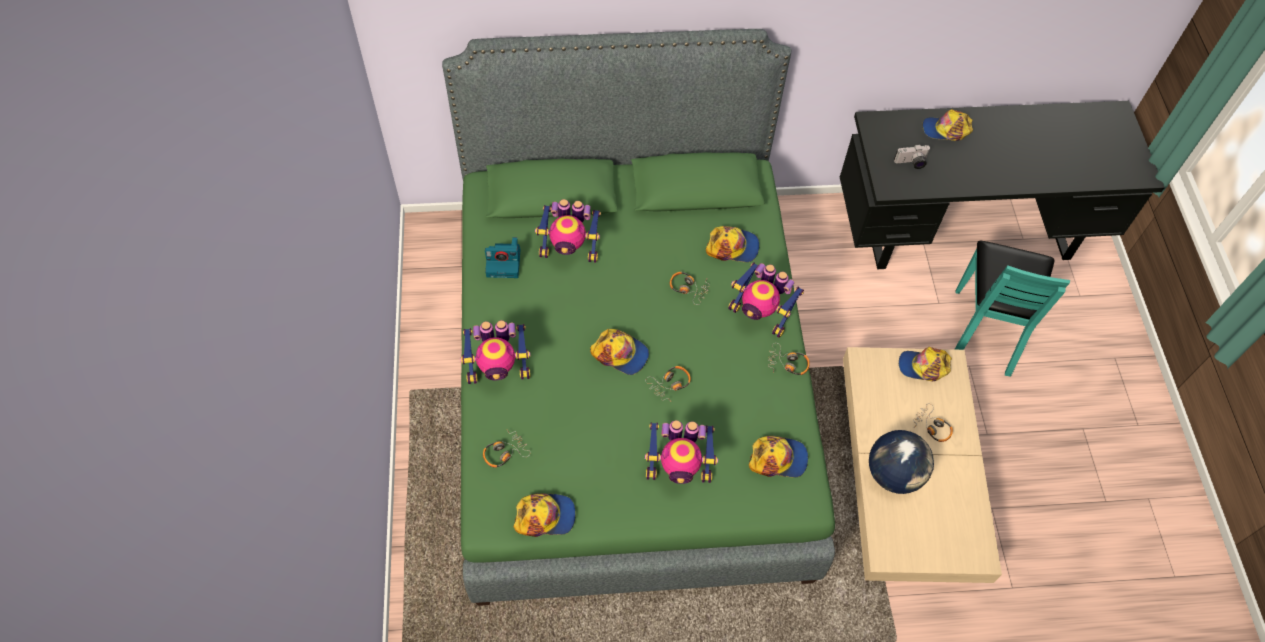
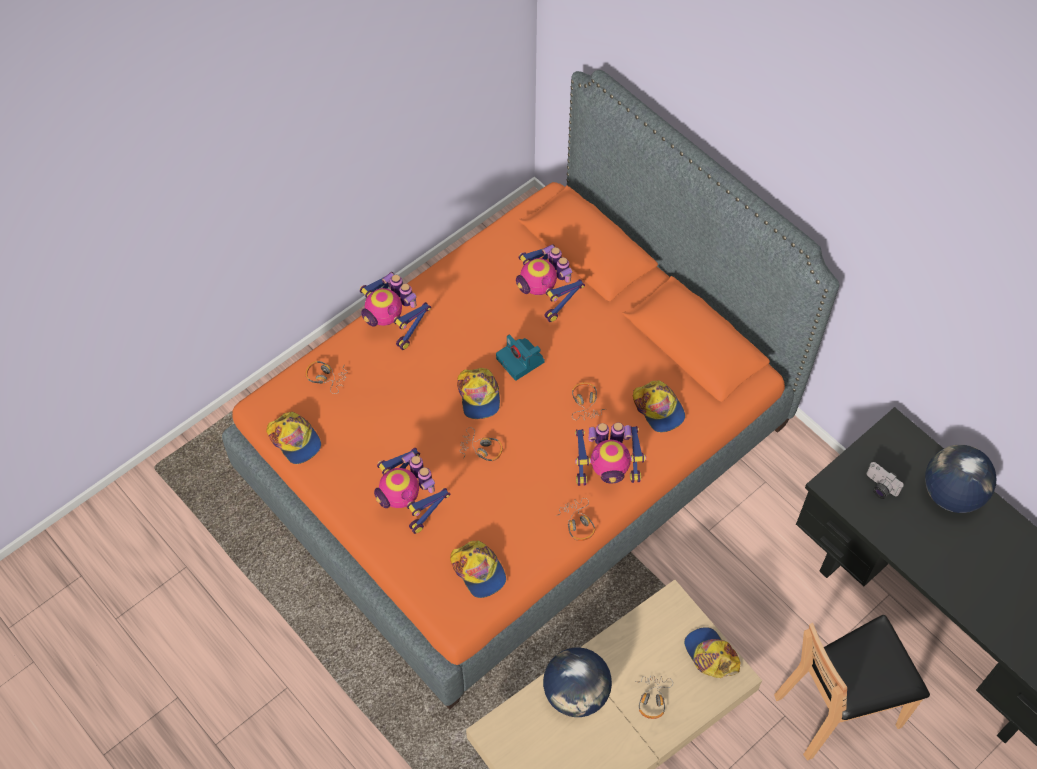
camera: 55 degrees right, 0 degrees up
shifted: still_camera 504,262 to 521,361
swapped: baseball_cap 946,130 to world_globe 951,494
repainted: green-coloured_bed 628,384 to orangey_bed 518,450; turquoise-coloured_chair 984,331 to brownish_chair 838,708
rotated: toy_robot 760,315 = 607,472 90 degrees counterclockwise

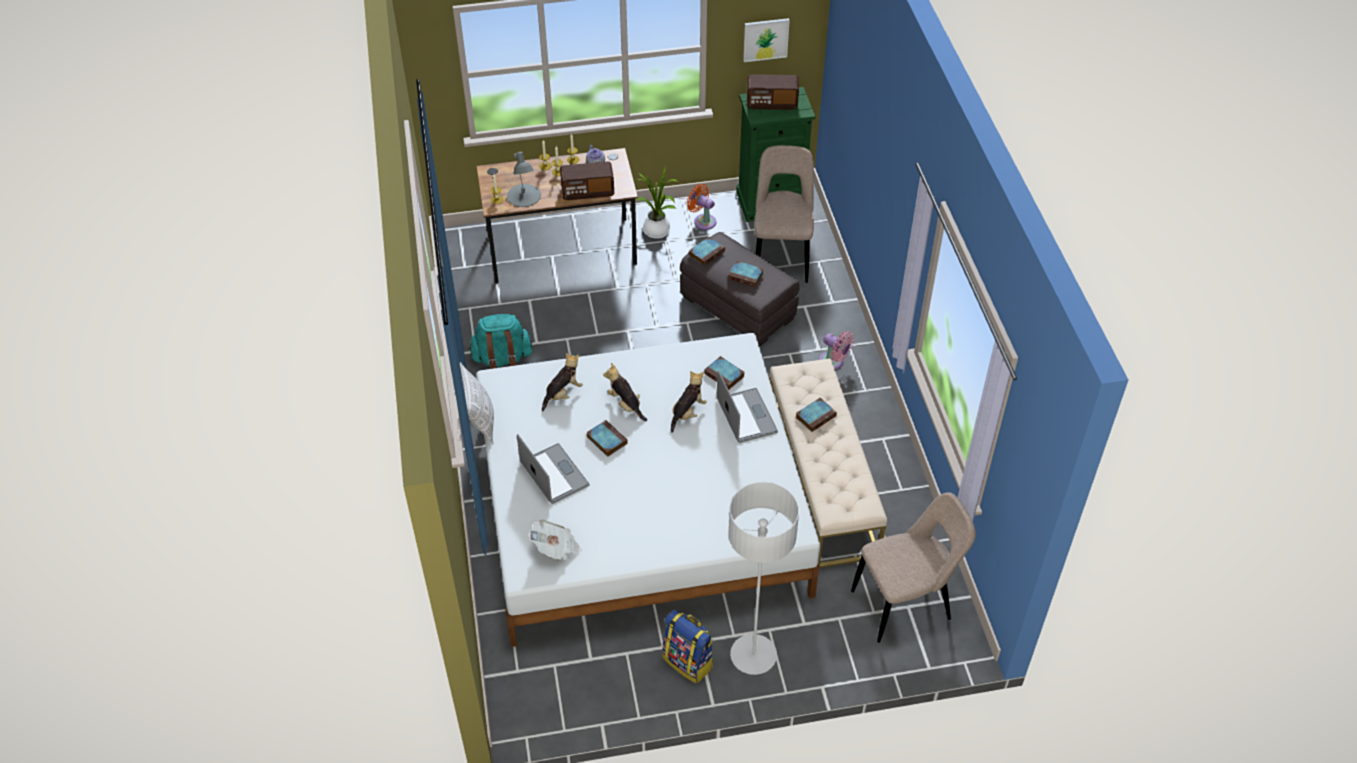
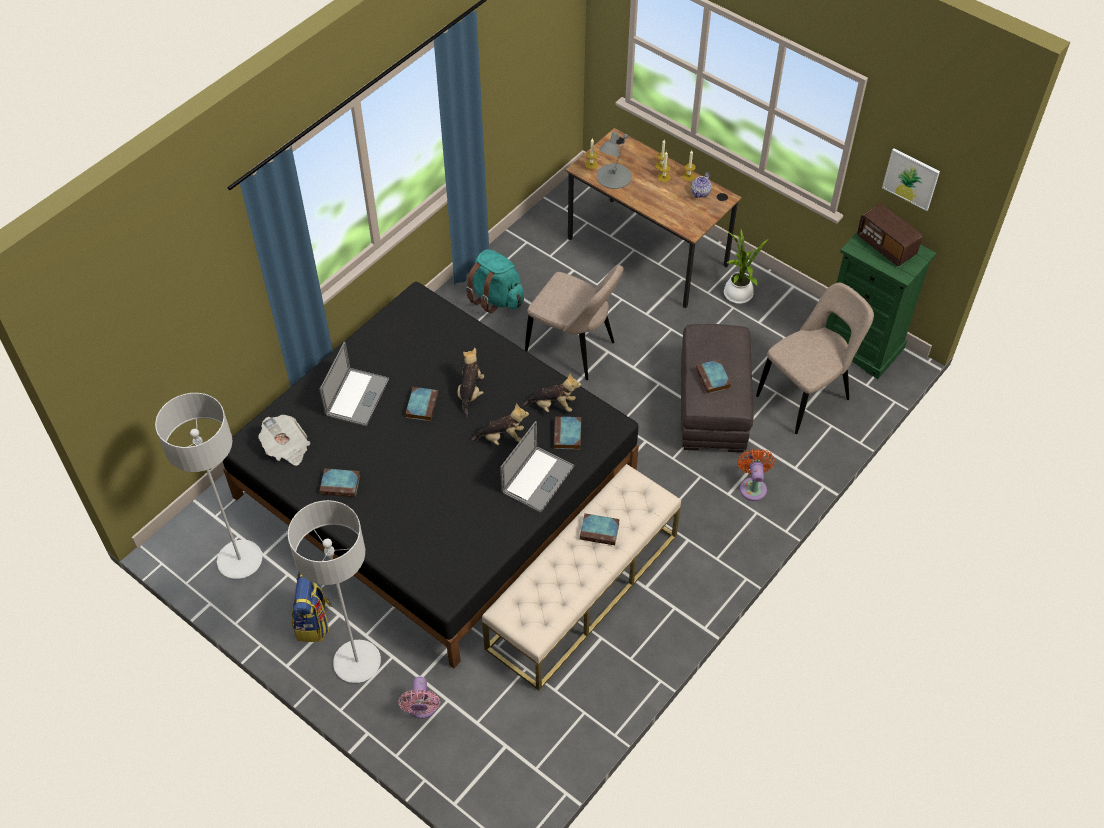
camera: 50 degrees right, 5 degrees up
gone: cushion 480,422; radio_receiver 587,192
new: gray_floor_lamp 240,560
shifted: volume 707,253 to 341,484; pinkish_electric_fan 833,362 to 422,708; plush_toy 563,394 to 553,406; sand-coloured_chair 905,604 to 574,349; orangey_electric_fan 703,221 to 753,486
repainted: whitish_bed 641,506 to blackish_bed 436,486

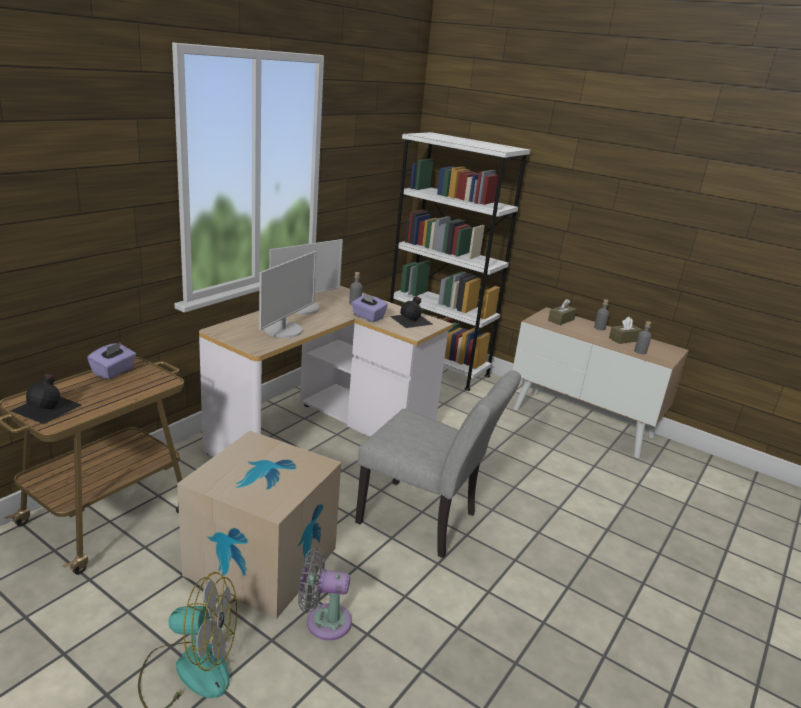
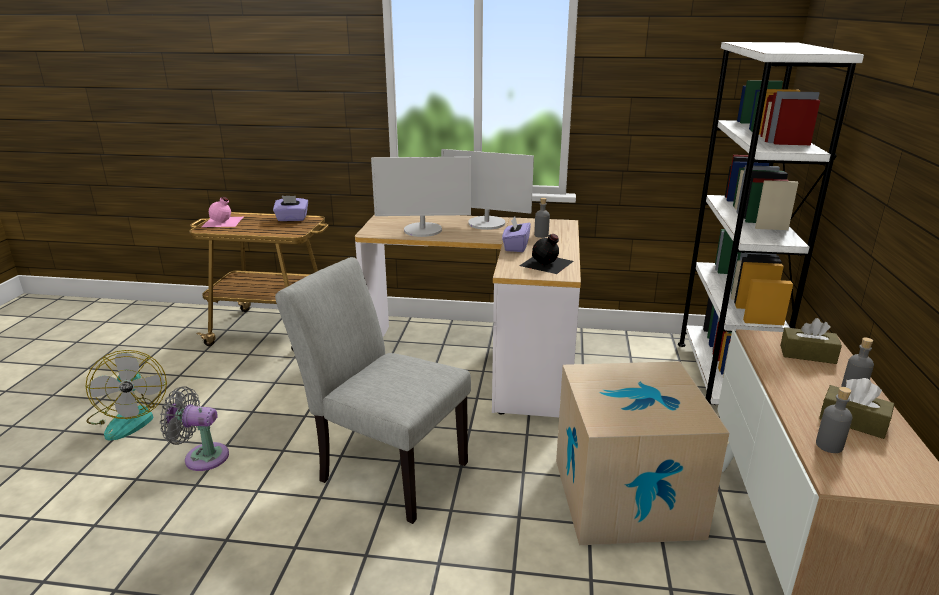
camera: 65 degrees right, 0 degrees up
shifted: packing_box 261,561 to 626,497
repainted: blackish_bottle 48,407 to pinkish_bottle 223,221
rotated: gray_electric_fan 323,621 = 202,457 60 degrees counterclockwise; gray_chair 425,521 = 384,468 120 degrees clockwise

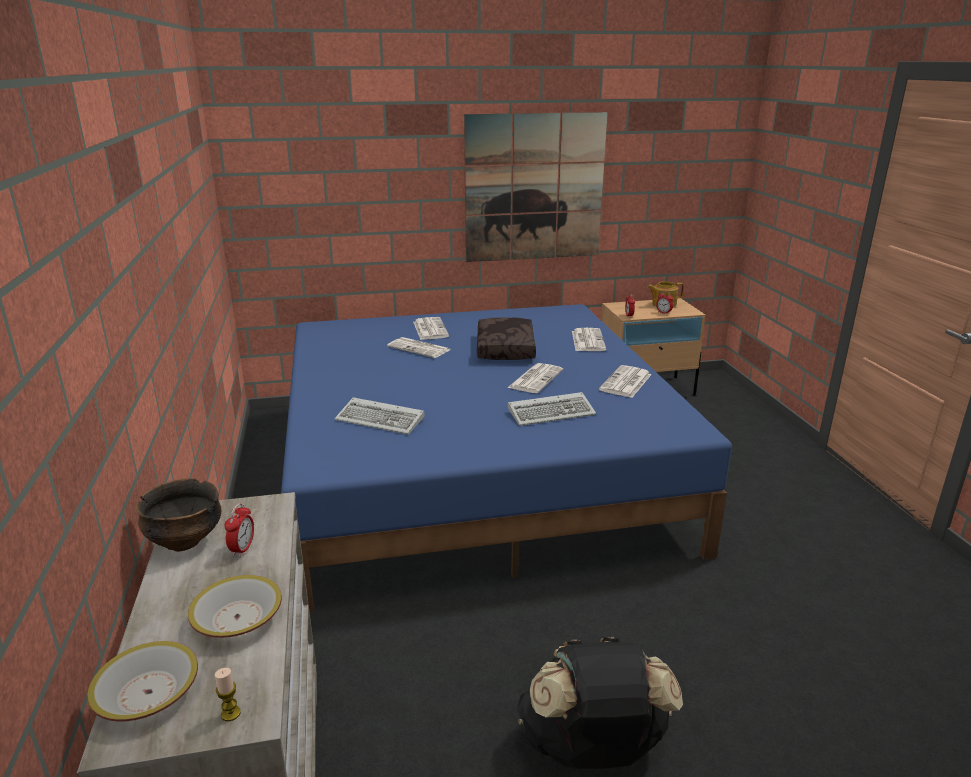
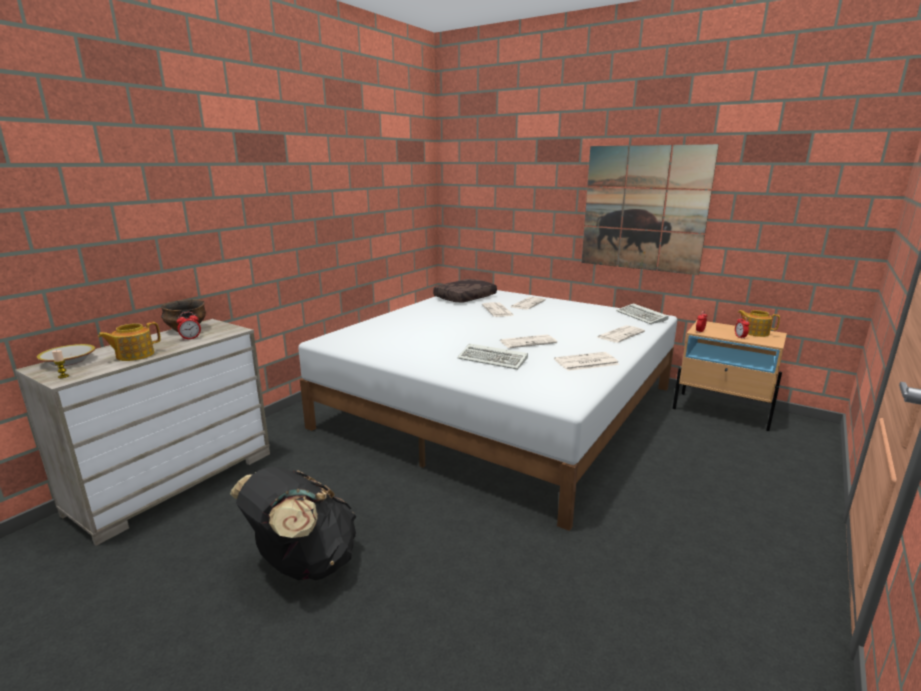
camera: 45 degrees right, 5 degrees down
shifted: brownish_cushion 507,349 to 465,298; keyboard 382,420 to 642,316
swapped: deep_dish 237,618 to teapot 134,355
repainted: blue_bed 476,469 to whitish_bed 501,407

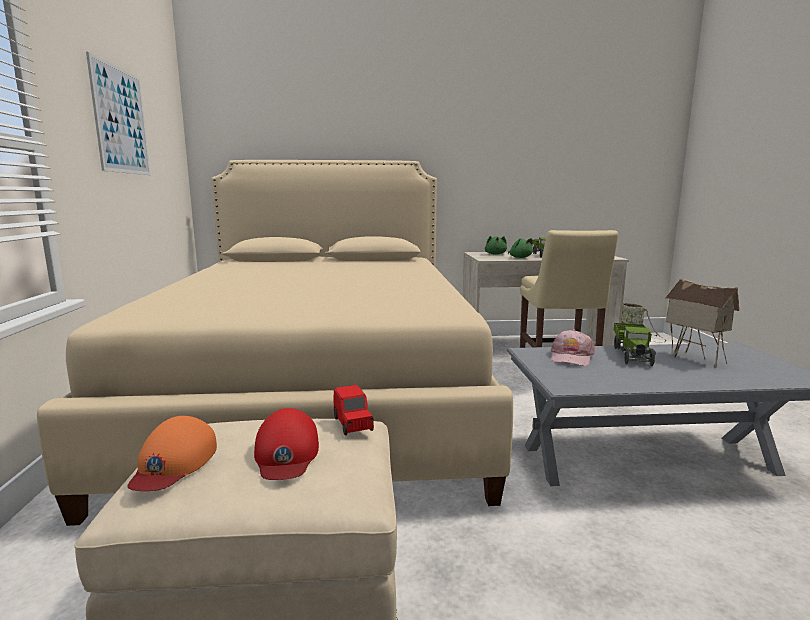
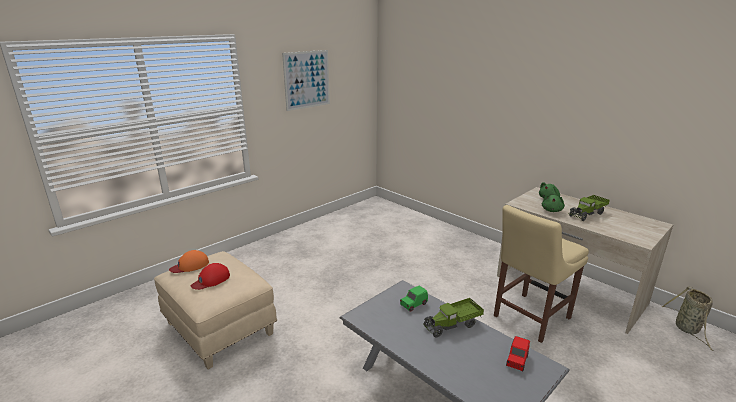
camera: 50 degrees right, 10 degrees up
gone: sand-coloured_bed 319,395; toy_house 693,358
shifted: red_model_car 353,424 to 517,361
swapped: pinkish_baseball_cap 571,357 to green-coloured_model_car 413,304

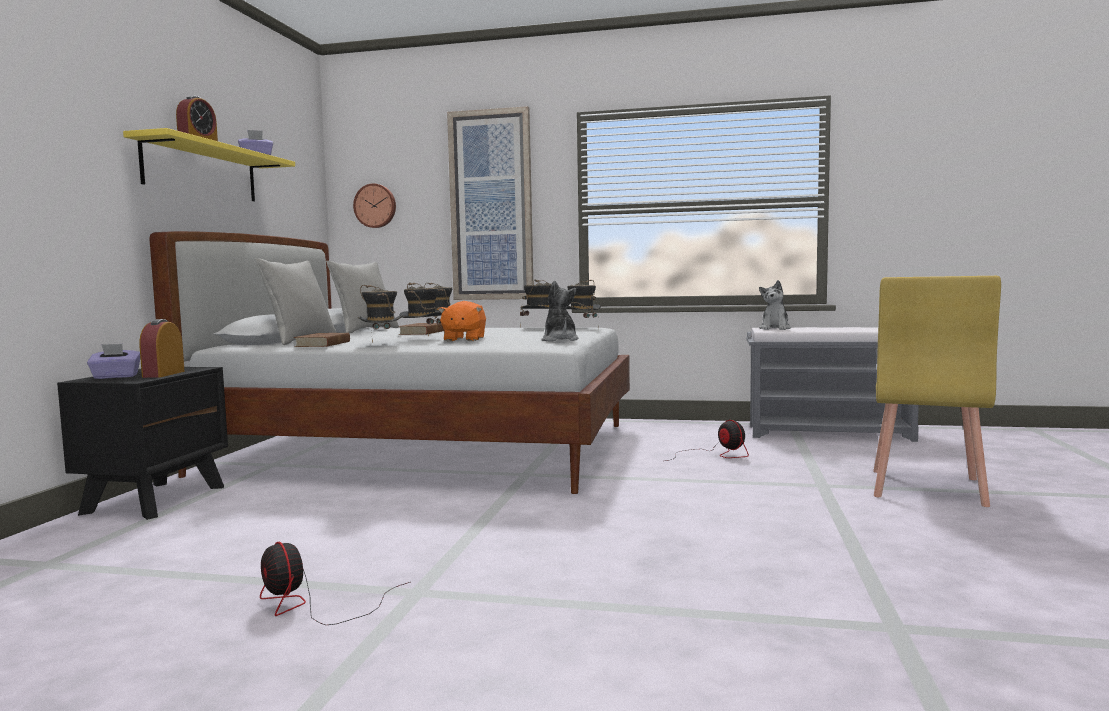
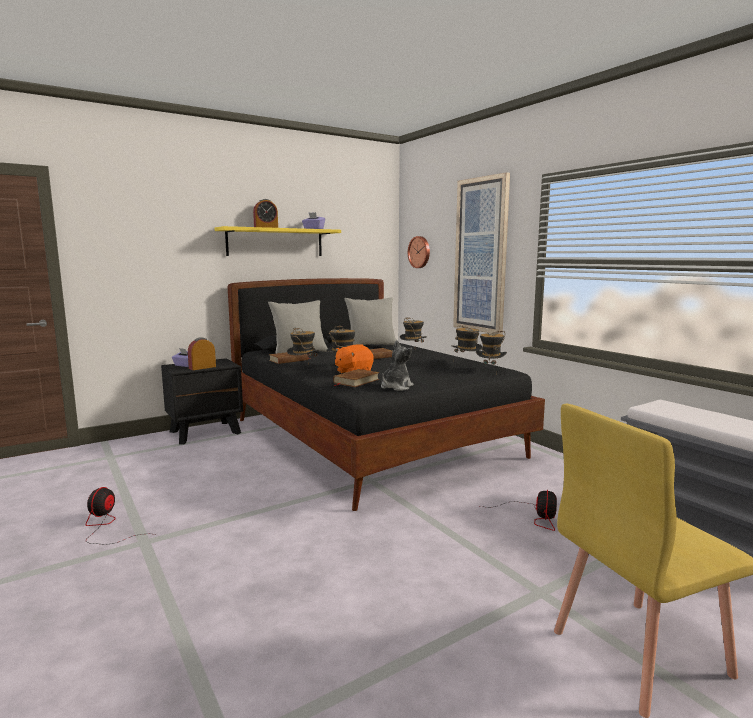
camera: 45 degrees right, 5 degrees up
gone: plush_toy 775,328
new: brownish_volume 356,381
repainted: whitish_bed 427,449 to blackish_bed 371,438

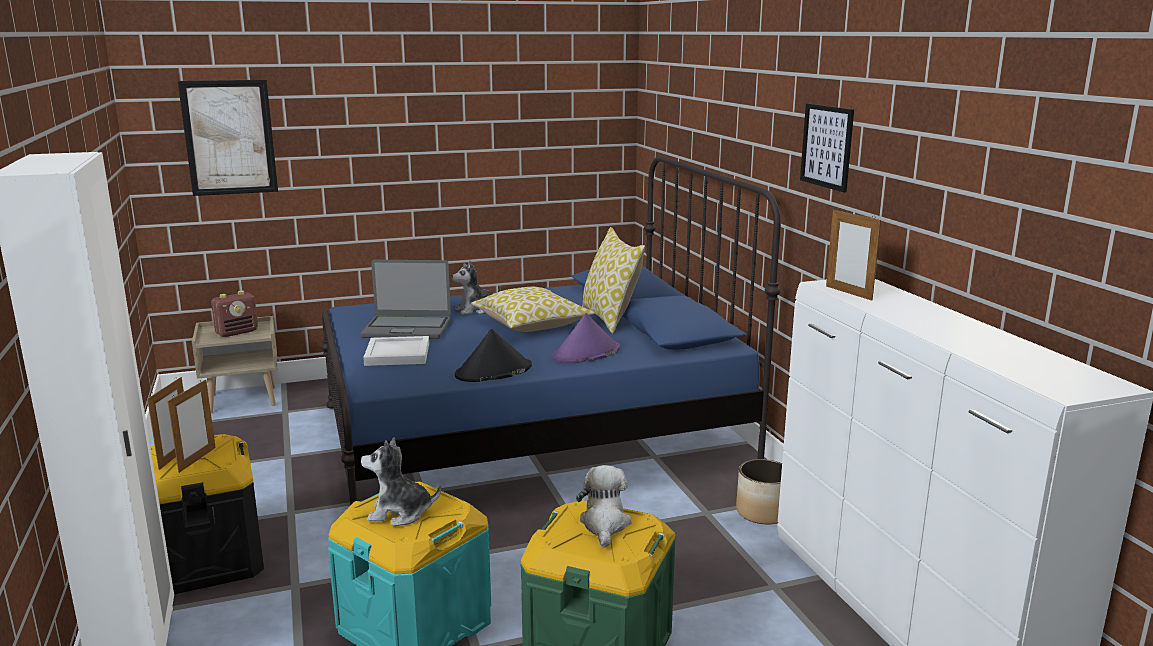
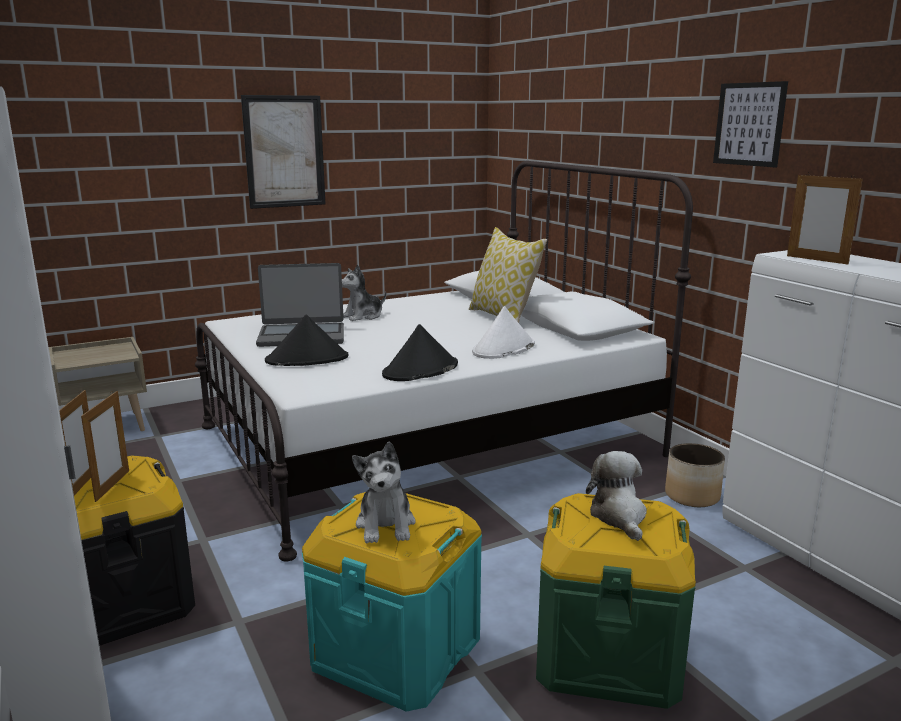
camera: 10 degrees left, 0 degrees up
gone: radio_receiver 237,332; cushion 532,324
shifted: wall_art 229,137 to 284,152
swapped: whitish_carrying_tray 398,354 to blackish_clothing_hat 307,359
repainted: blue_bed 530,435 to whitish_bed 428,441; purple_clothing_hat 586,353 to whitish_clothing_hat 503,349
rotated: plush_toy 400,513 = 386,525 90 degrees counterclockwise

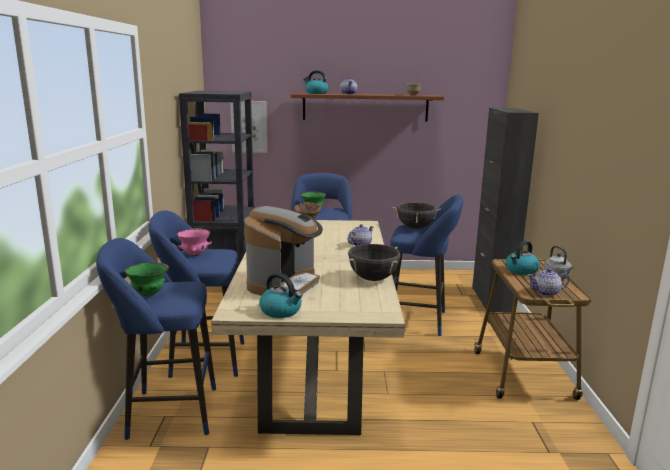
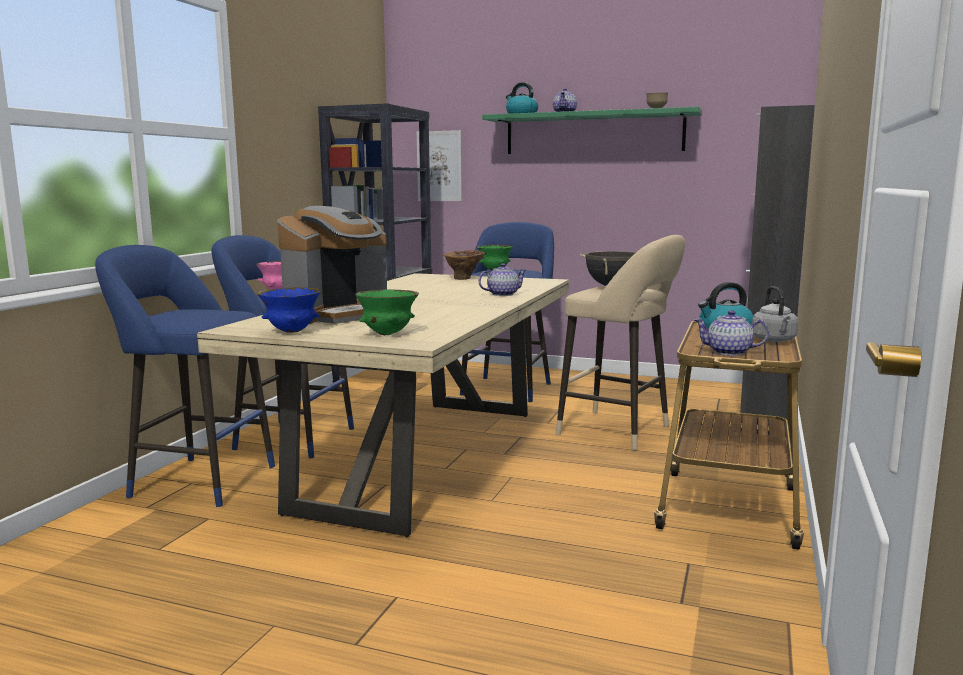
camera: 20 degrees right, 5 degrees down
gone: blackish_cooking_pot 373,279
shifted: green-coloured_deep_dish 148,294 to 387,334
swapped: kettle 281,311 to blue_deep_dish 292,332
repainted: brownish_wall_shelf 365,107 to green-coloured_wall_shelf 593,133; blue_stool 419,320 to sand-coloured_stool 620,431

